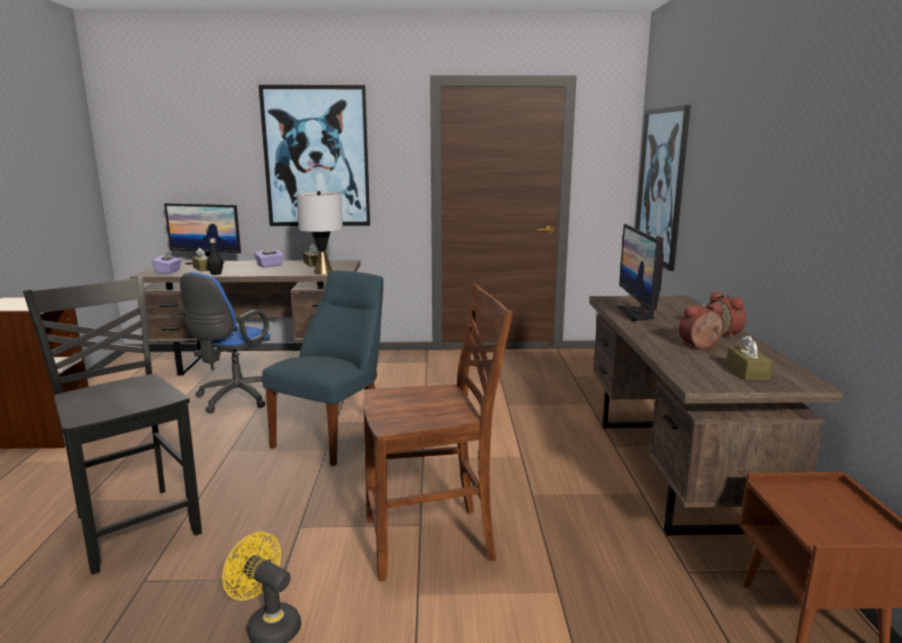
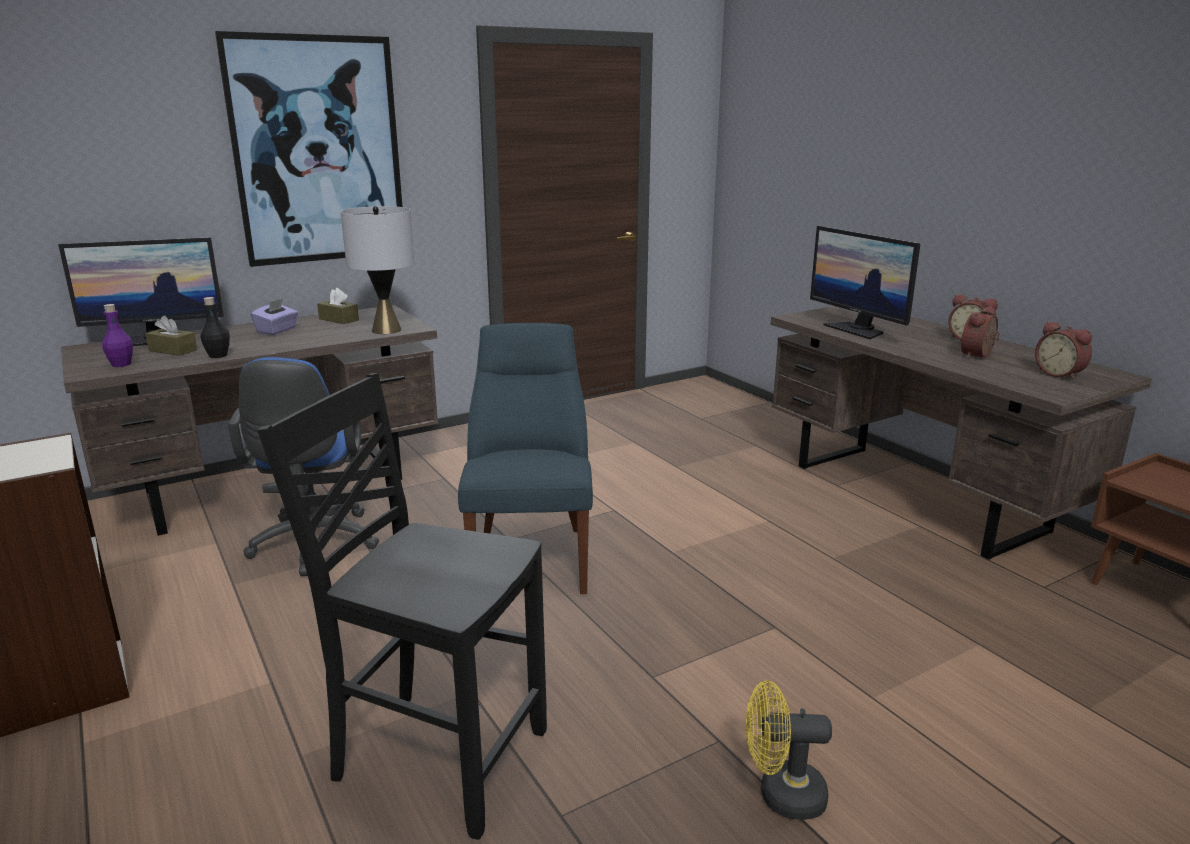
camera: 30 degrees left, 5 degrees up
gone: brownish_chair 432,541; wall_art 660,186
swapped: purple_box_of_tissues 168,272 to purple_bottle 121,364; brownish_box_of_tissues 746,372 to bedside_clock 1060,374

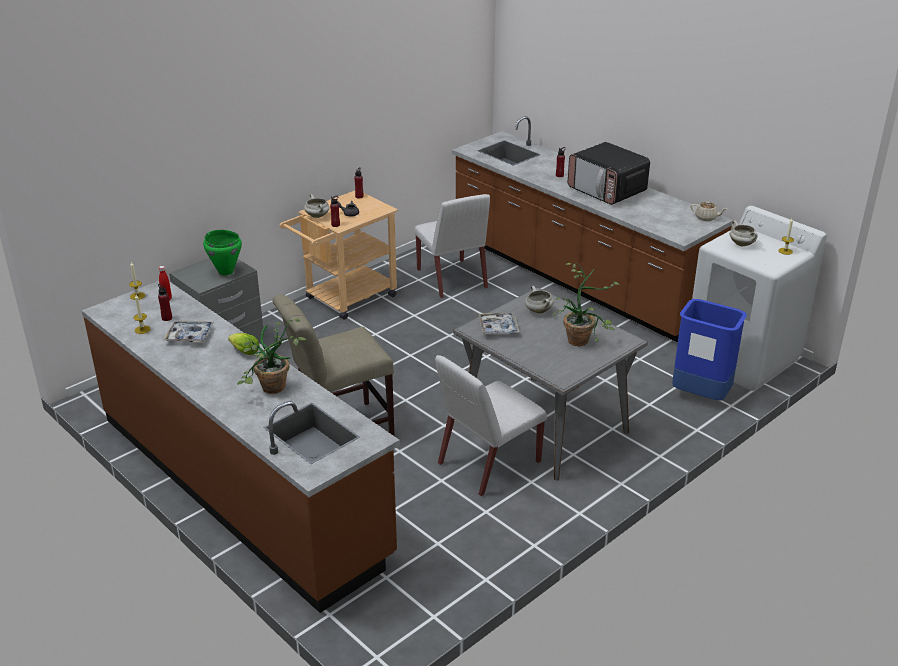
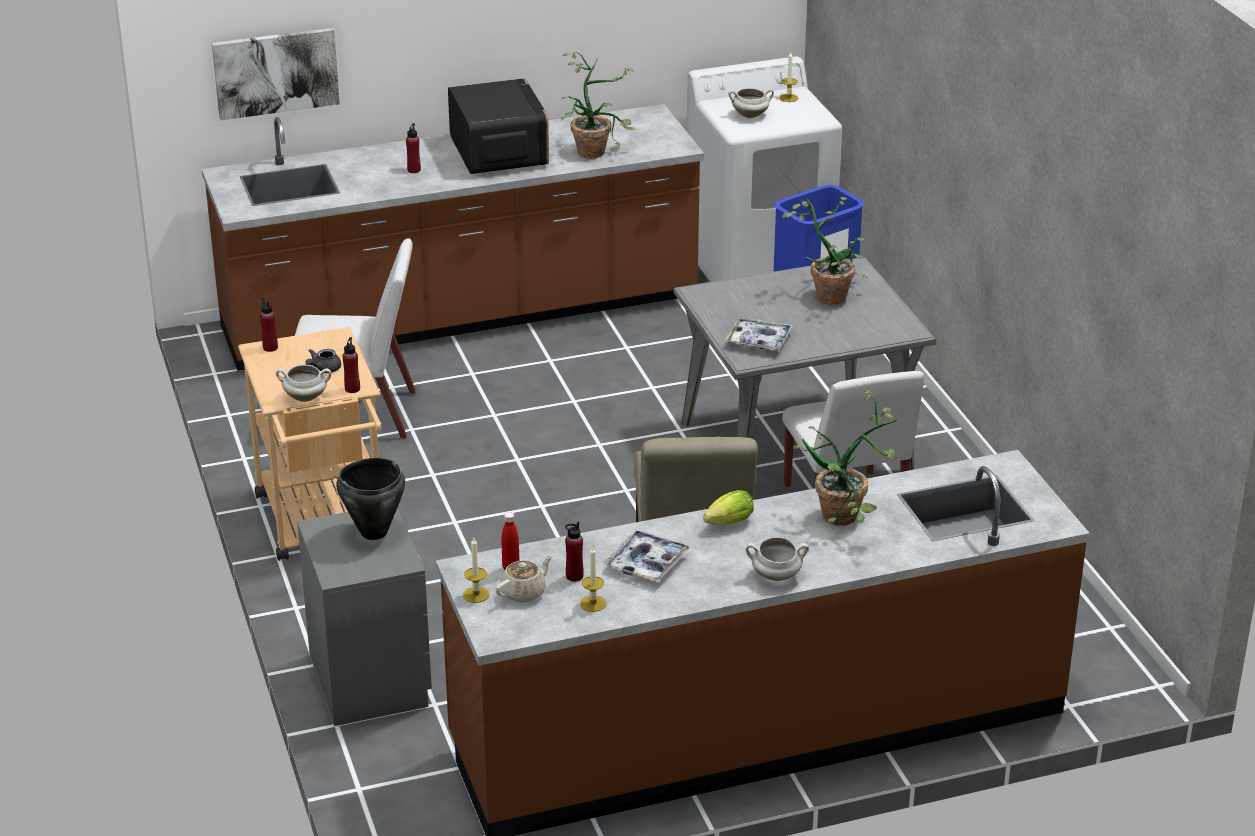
camera: 65 degrees left, 0 degrees up
new: wall_art 276,72; houseplant 596,150
shifted: sand-coloured_teapot 706,218 to 524,592; whitish_cooking_pot 538,311 to 775,576
repainted: green-coloured_cooking_pot 226,271 to blackish_cooking_pot 373,532
rotated: microwave_oven 607,190 = 498,153 90 degrees counterclockwise

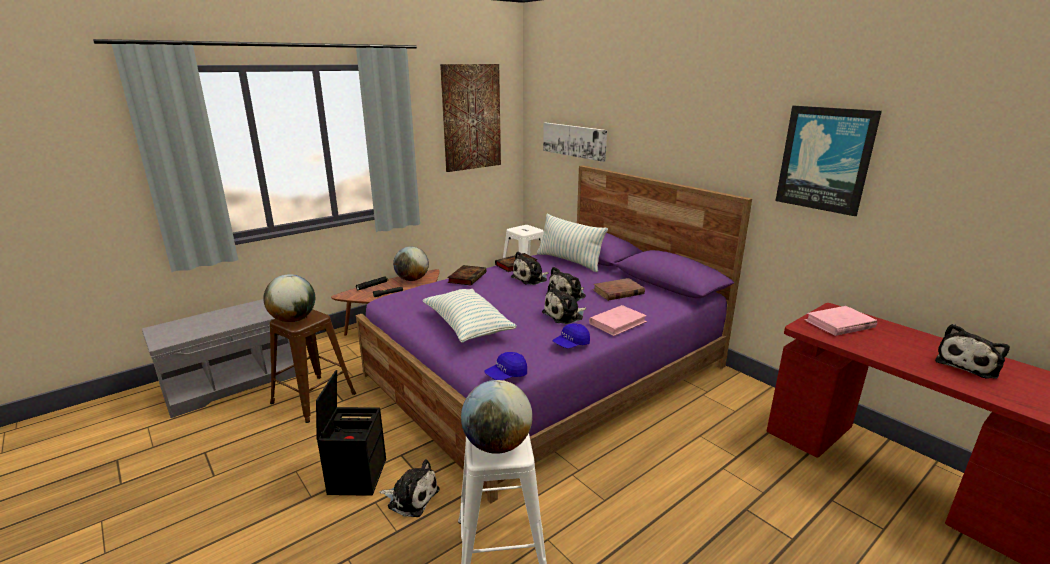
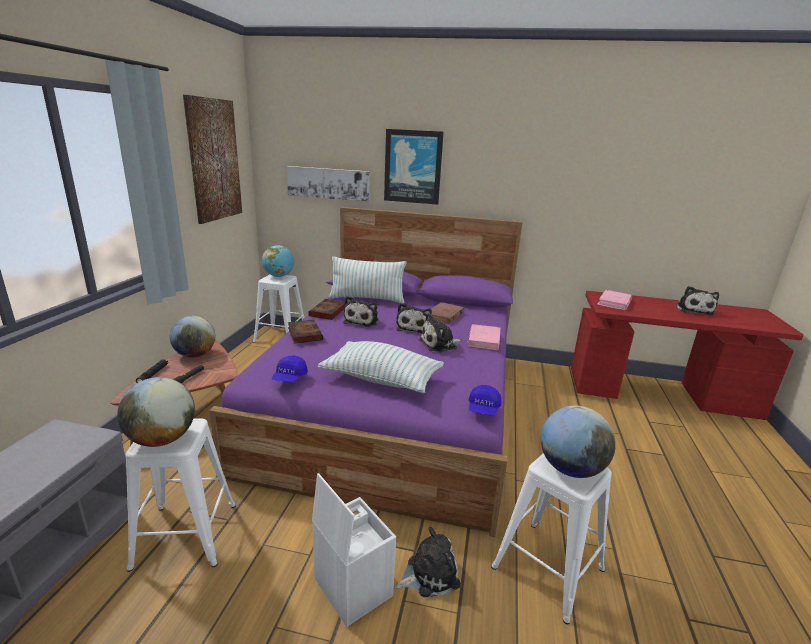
camera: 40 degrees left, 0 degrees up
new: world_globe 279,276
shifted: blue_baseball_cap 571,344 to 289,378; wall_art 825,159 to 413,167
repainted: brownish_stool 313,397 to whitish_stool 185,534; blackish_storage_container 357,475 to whitish_storage_container 351,587
rotated: plush_toy 565,315 = 440,344 45 degrees clockwise

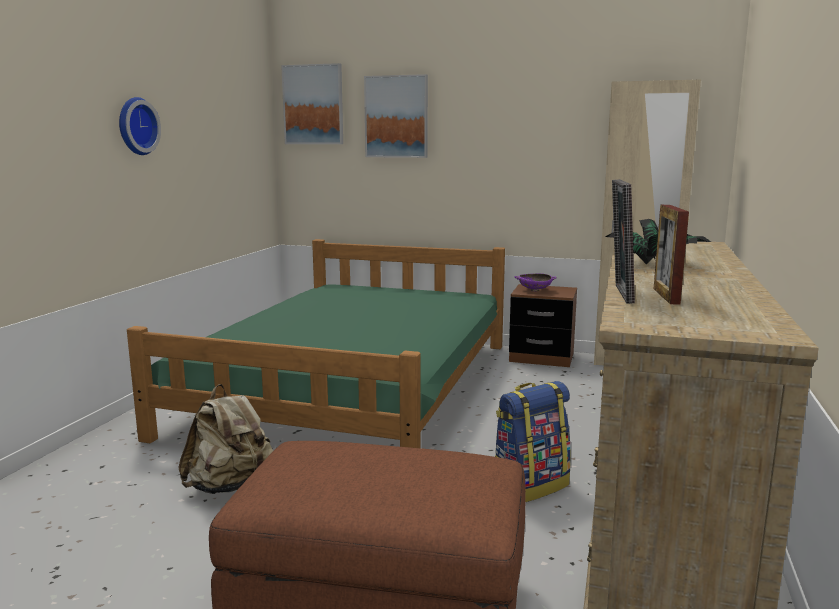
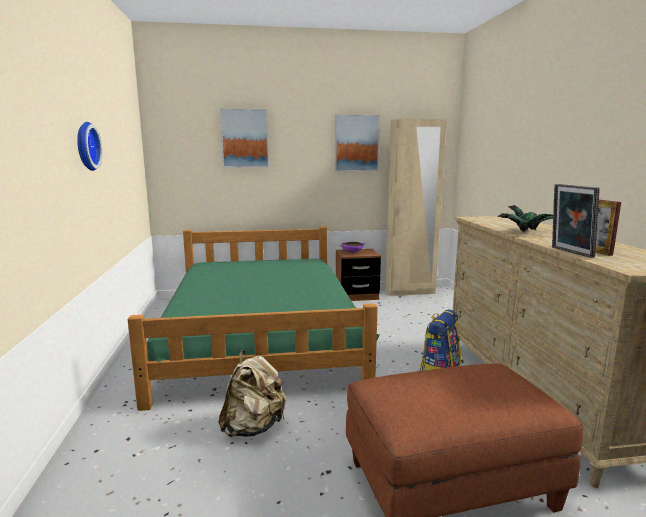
camera: 25 degrees left, 0 degrees up
shifted: wall_art 313,105 to 356,143

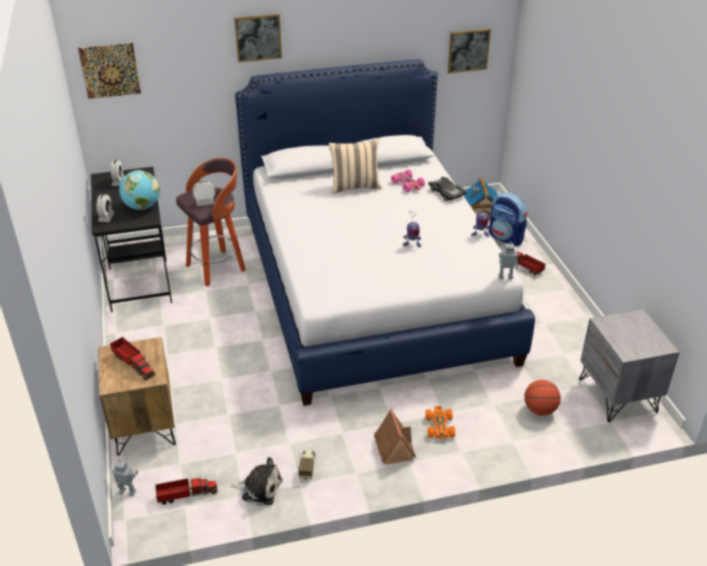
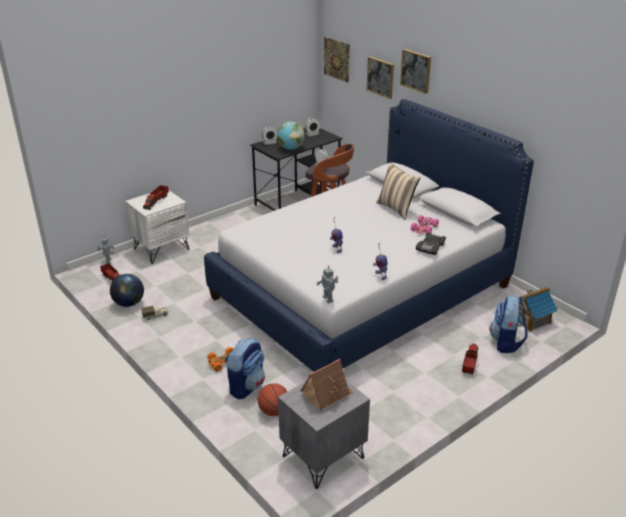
camera: 65 degrees right, 5 degrees down
new: knapsack 246,386
shifted: toy_house 393,447 to 327,394; wall_art 468,50 to 380,77
swapped: plush_toy 259,488 to world_globe 129,303
repainted: brownish_night_table 143,426 to whitish_night_table 161,249

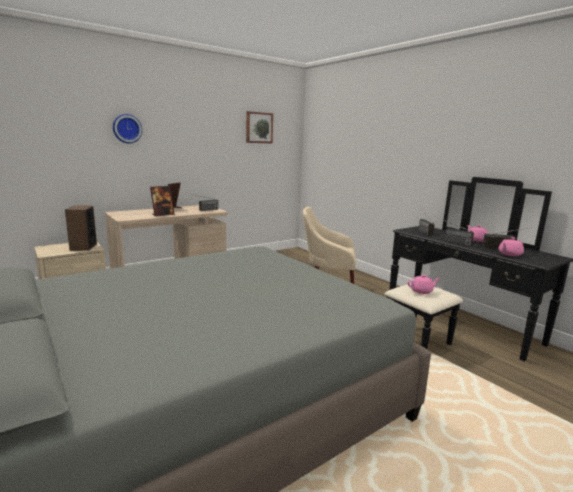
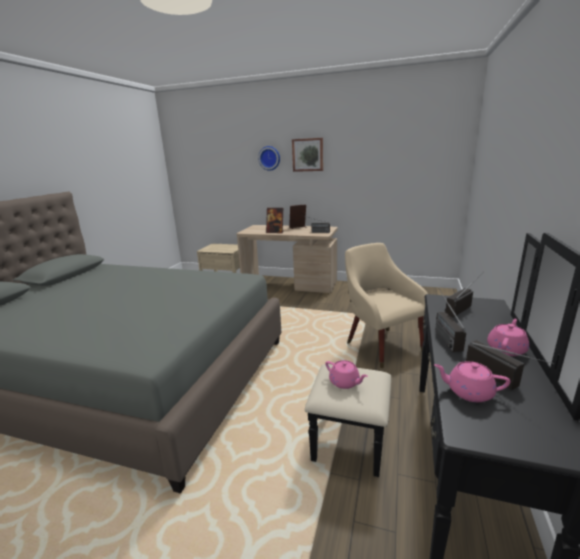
camera: 55 degrees right, 5 degrees up
gone: speaker 83,247
shifted: wall_art 259,127 to 308,155

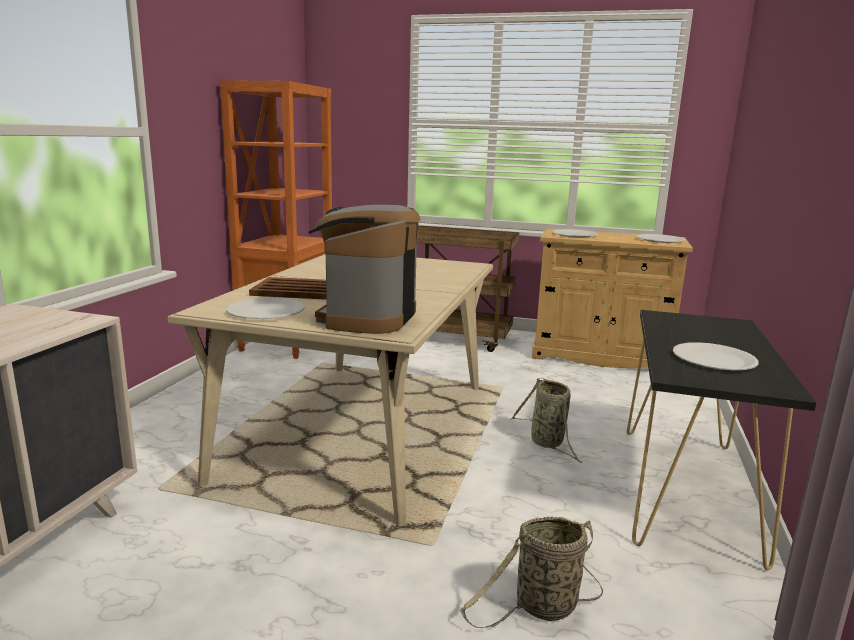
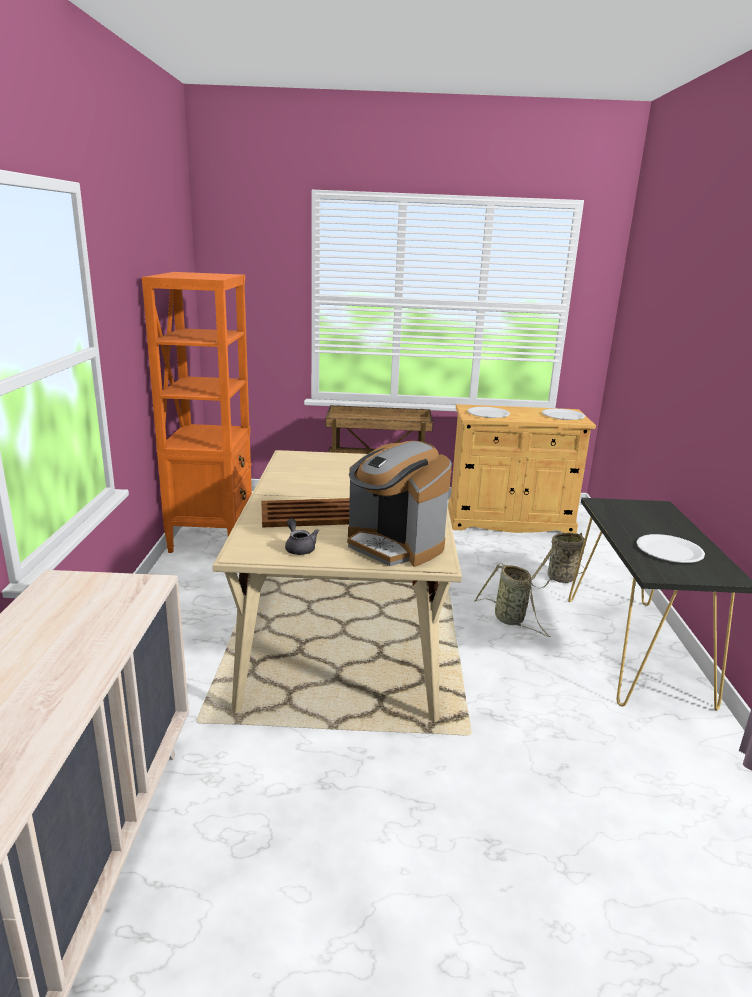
camera: 15 degrees left, 5 degrees up
shifted: household_basket 542,608 to 560,579
swapped: whitish_flat_dish 266,311 to gray_teapot 299,548
rotated: coffee_machine 366,318 = 394,545 45 degrees counterclockwise

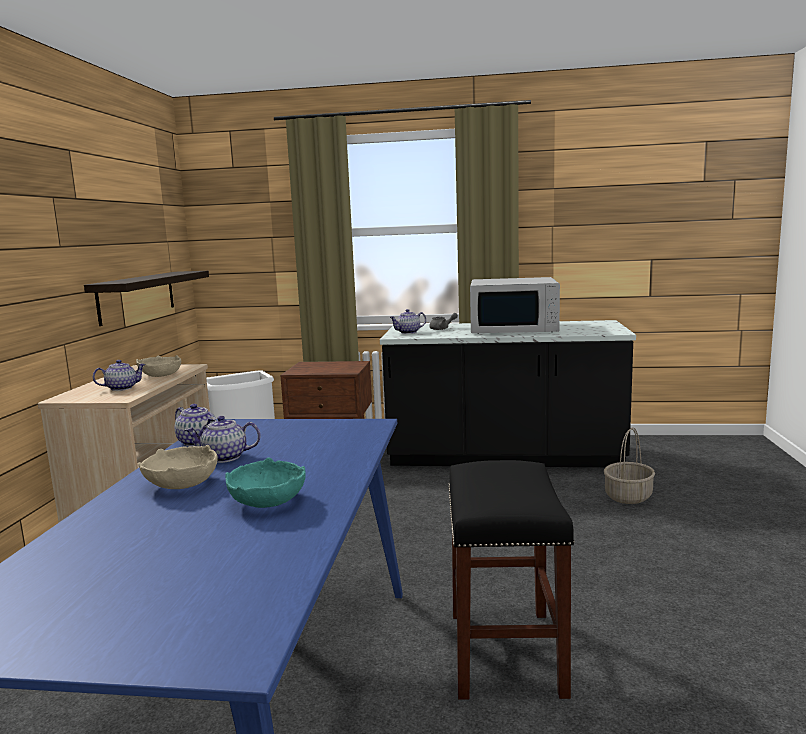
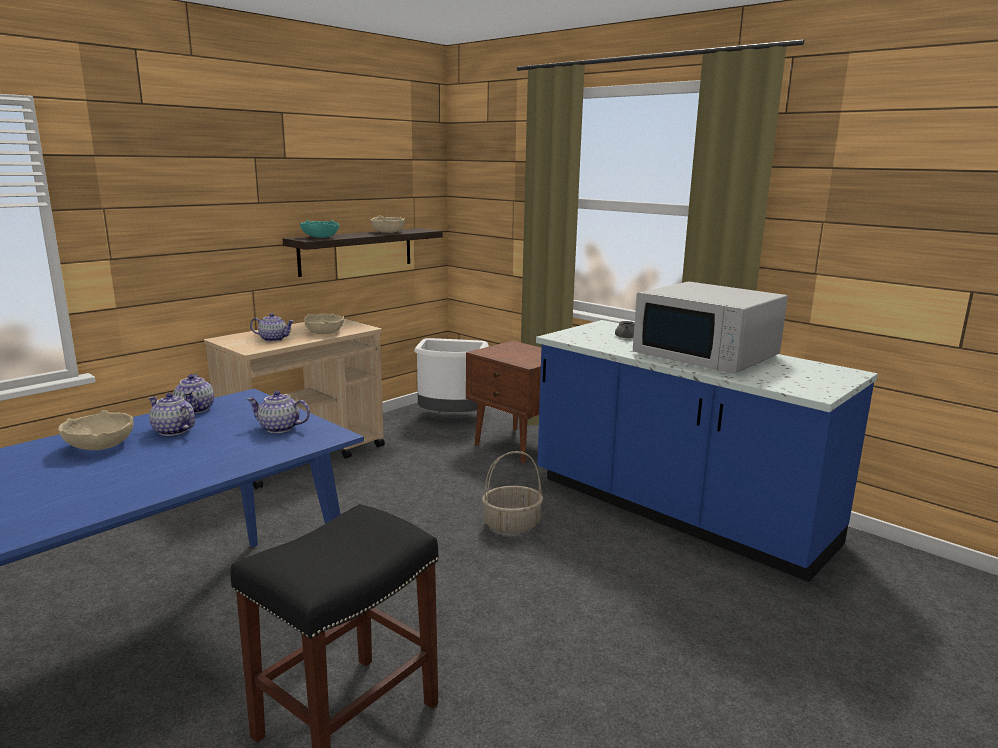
camera: 35 degrees right, 5 degrees up
new: sand-coloured_deep_dish 388,232
shifted: teapot 408,332 to 279,428; turquoise-coloured_deep_dish 268,501 to 320,237; household_basket 628,497 to 511,525
repainted: blackish_counter 504,457 to blue_counter 677,512

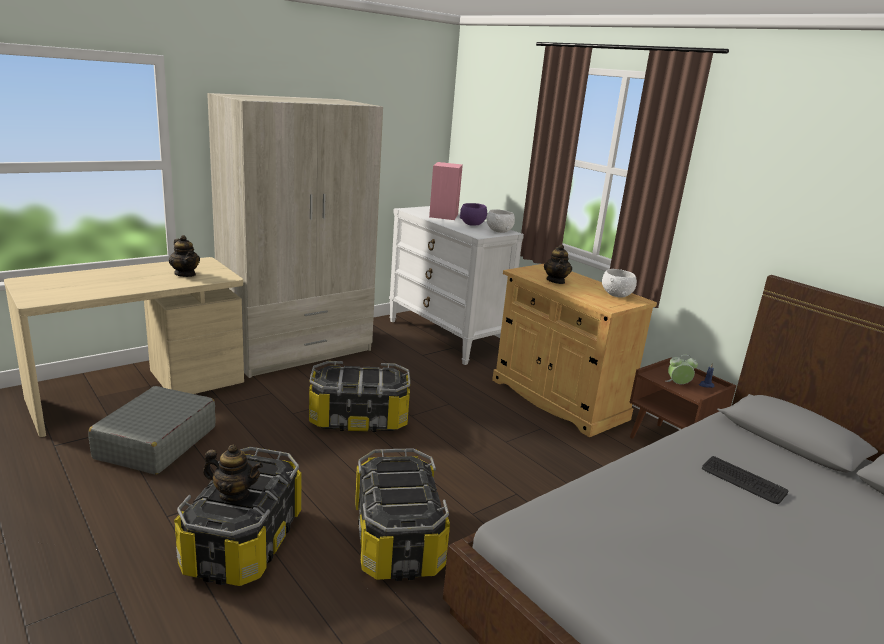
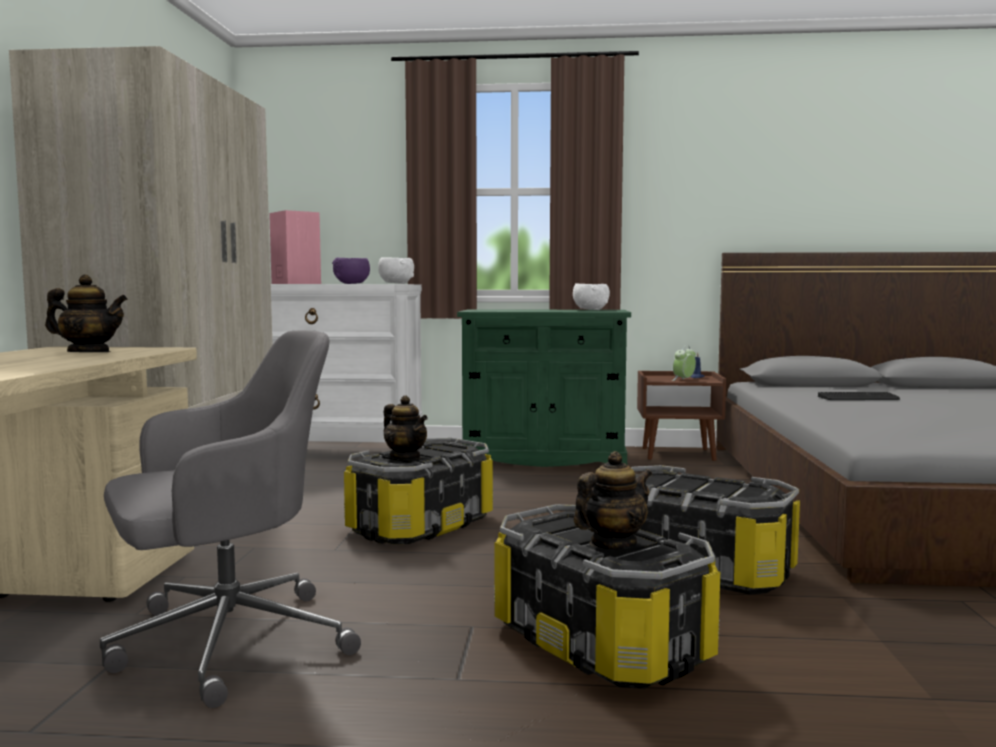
camera: 45 degrees left, 15 degrees down
shifted: teapot 556,281 to 405,457
swapped: gray_piece_of_luggage 156,443 to gray_computer_chair 225,643
repainted: sand-coloured_cabinet 558,399 to green-coloured_cabinet 543,458

